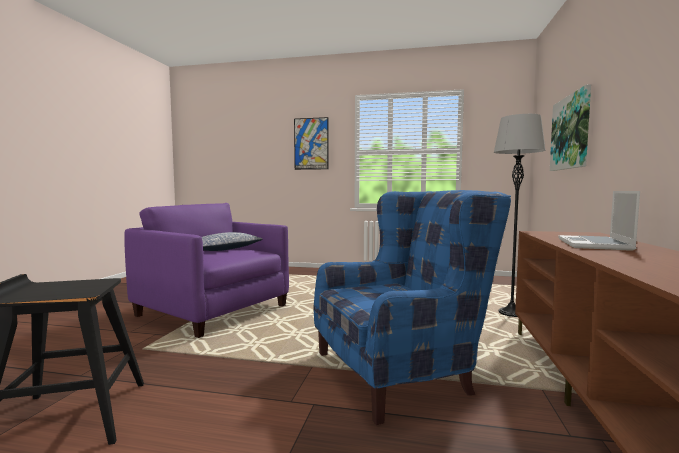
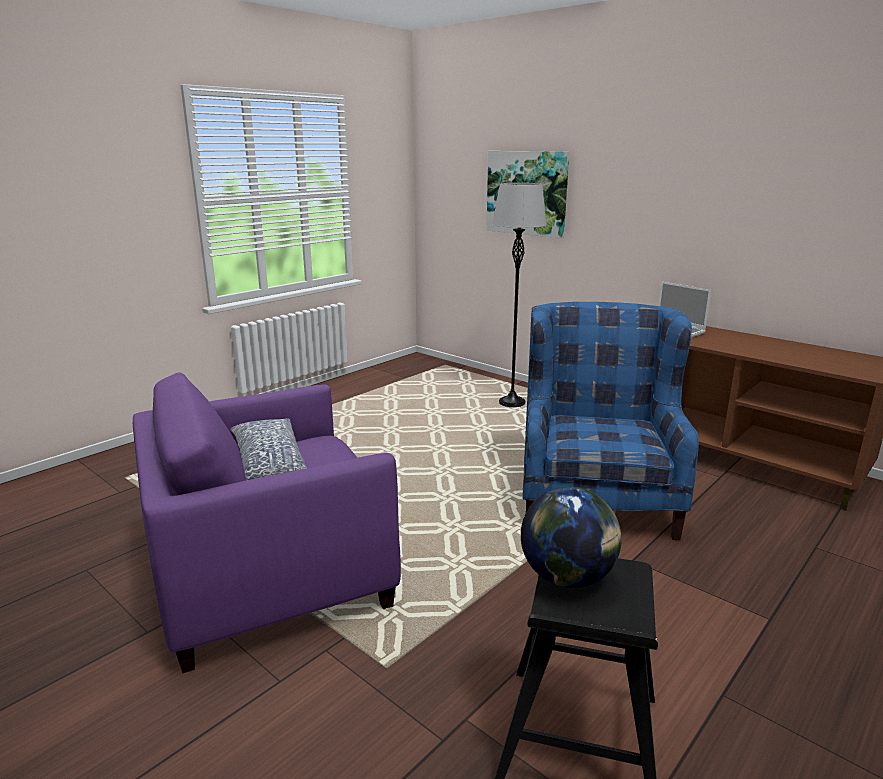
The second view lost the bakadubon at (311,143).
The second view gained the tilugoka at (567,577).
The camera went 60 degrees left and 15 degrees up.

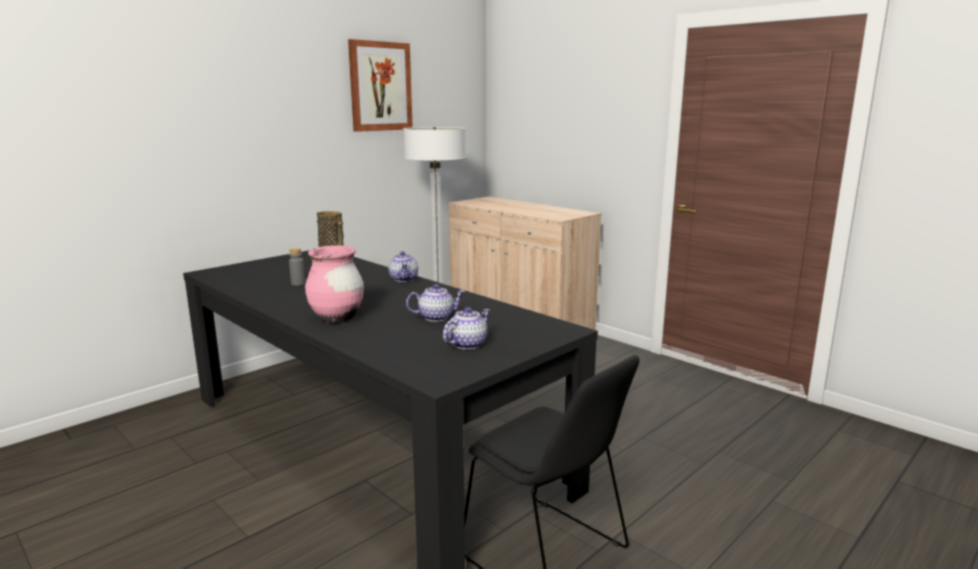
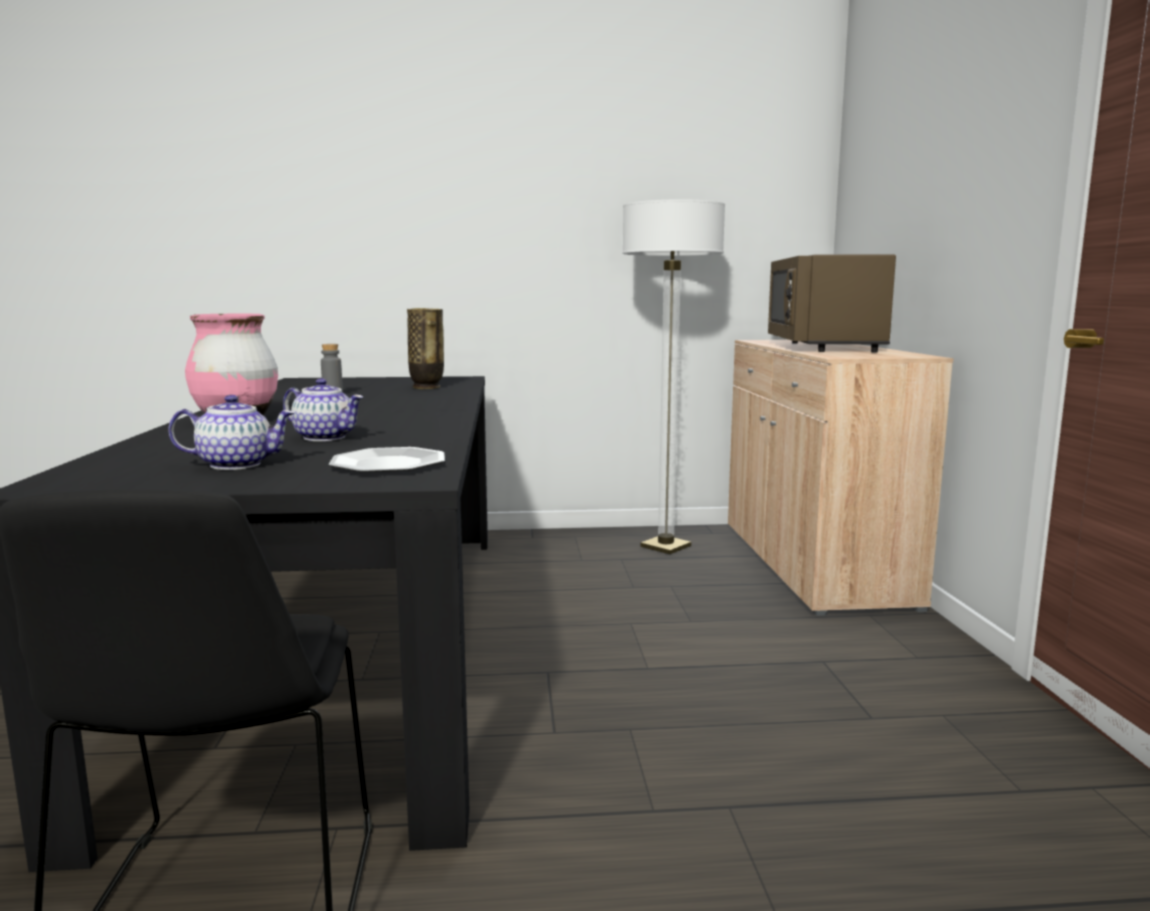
The second view lost the bakadubon at (380,86).
The second view lost the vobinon at (404,279).
The second view gained the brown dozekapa at (823,347).
The second view gained the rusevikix at (388,464).
The camera went 40 degrees right and 5 degrees down.

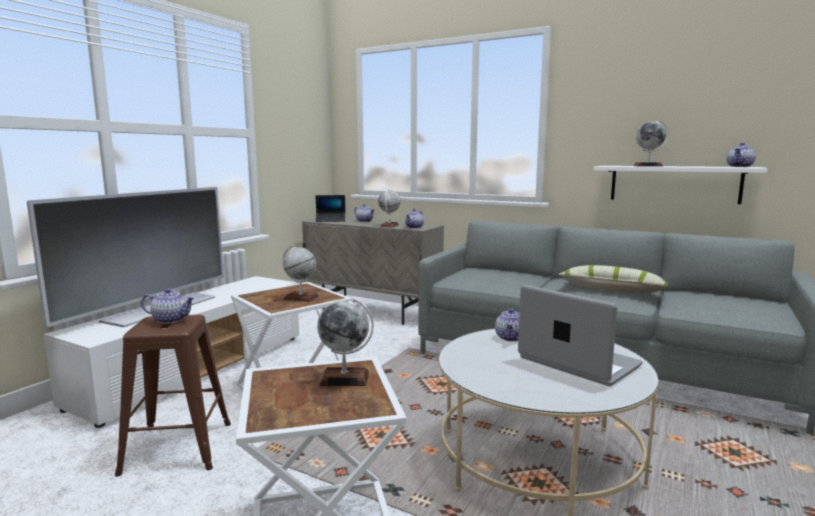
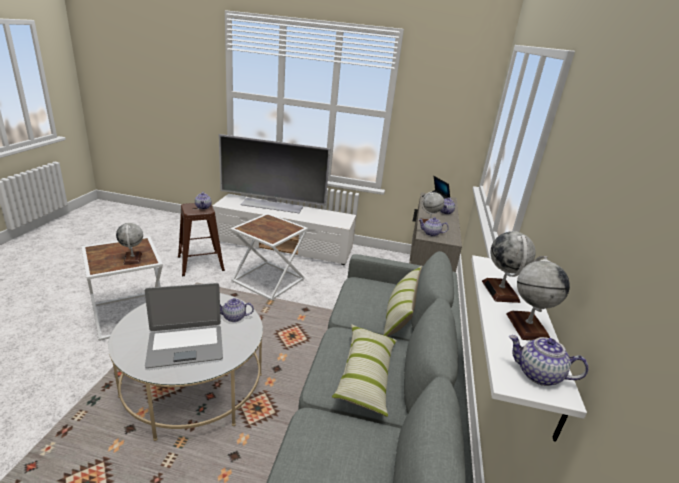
The tilugoka ended up elsewhere, having gone from (301,298) to (527,326).
The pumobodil at (578,362) ended up facing another way, 45 degrees clockwise from before.
The second view gained the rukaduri at (399,315).
The camera went 70 degrees right and 15 degrees up.

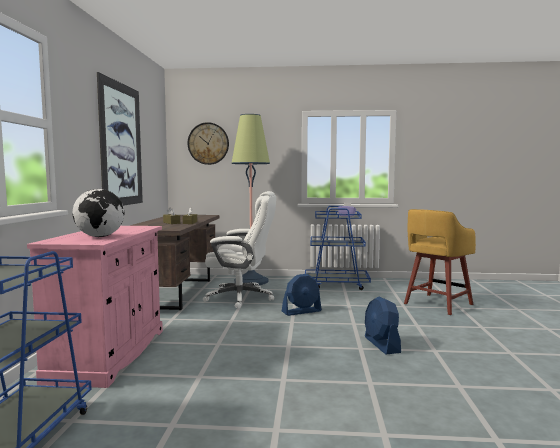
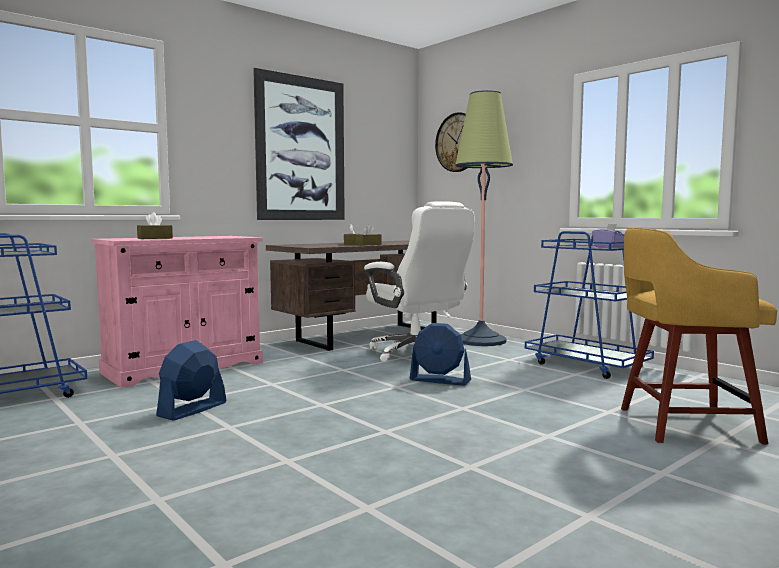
Where the tilugoka stood at (100,237), the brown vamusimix came to stand at (155,238).
The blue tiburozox ended up elsewhere, having gone from (382,345) to (192,409).
The camera went 45 degrees right and 0 degrees up.

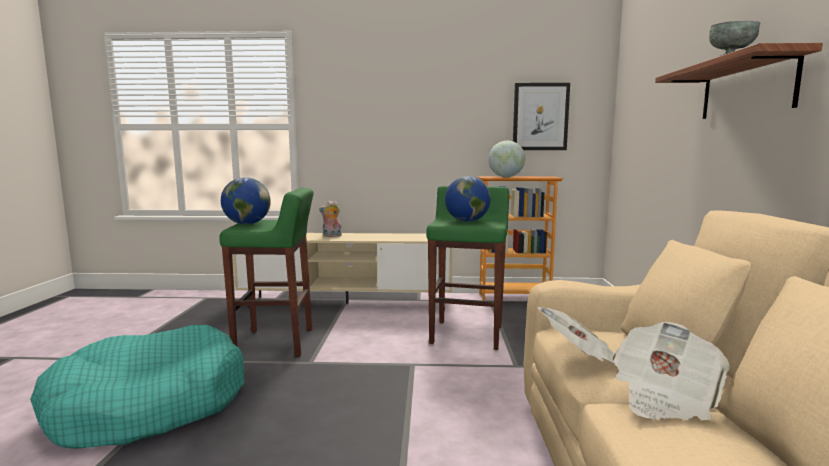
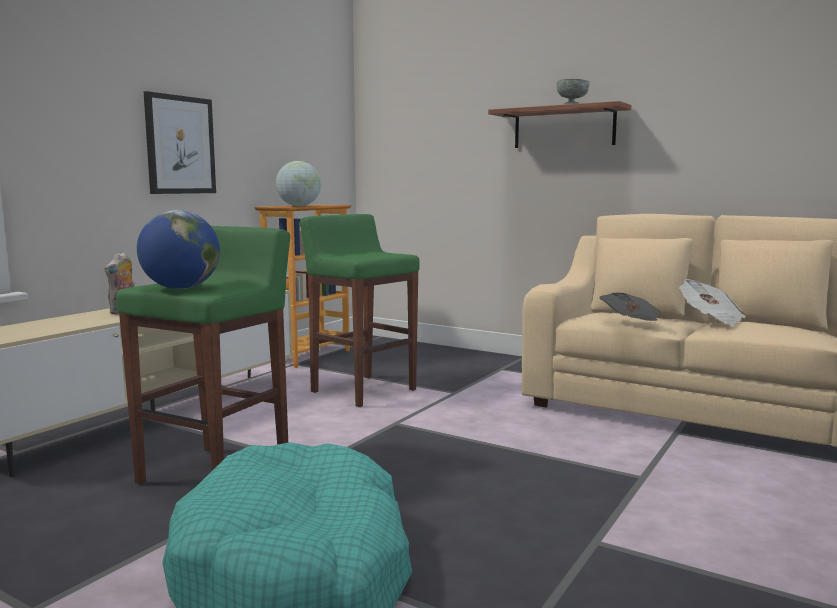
The bakadubon ended up elsewhere, having gone from (540,117) to (180,145).
The second view lost the tilugoka at (467,221).
The camera went 60 degrees left and 0 degrees up.

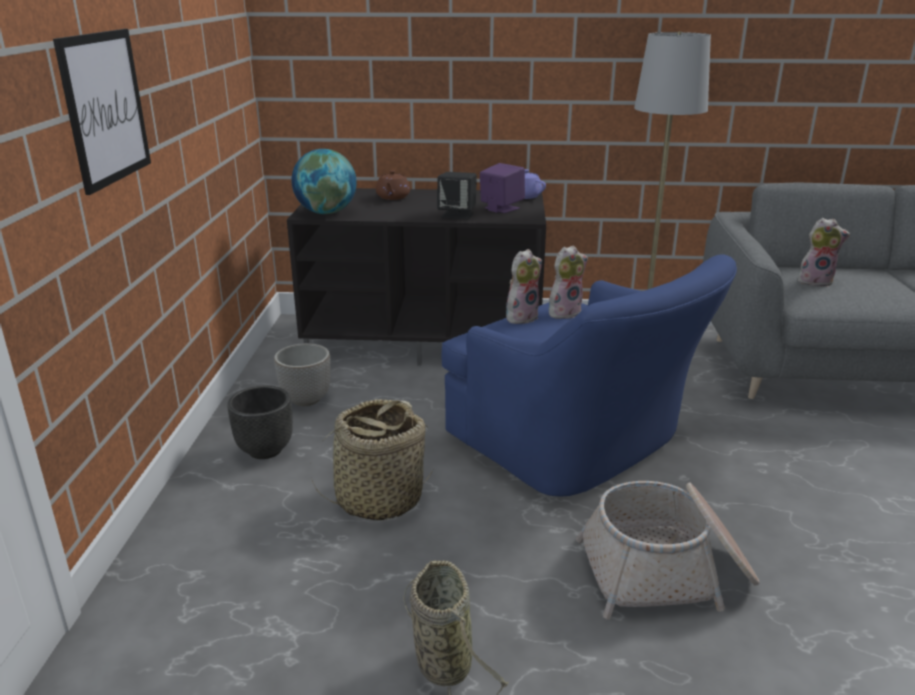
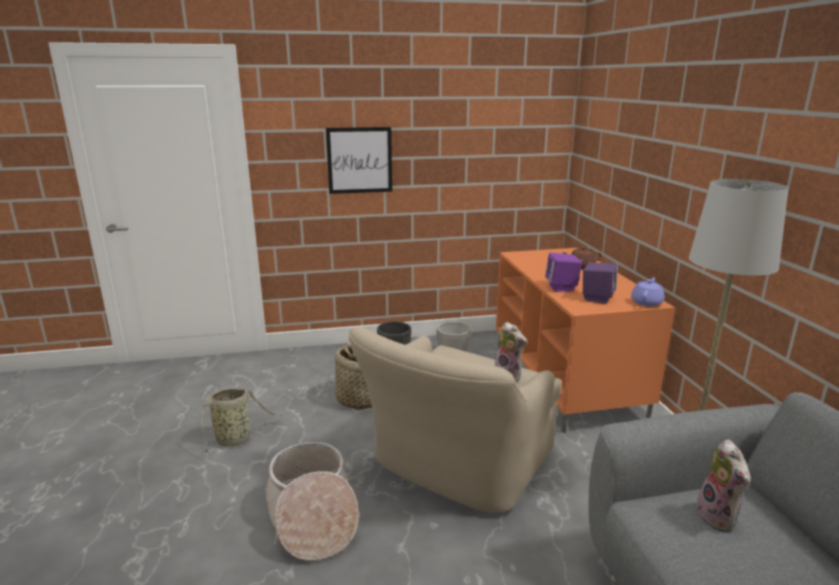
The second view lost the tilugoka at (326,212).
What was the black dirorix at (457,215) turned into the purple dirorix at (561,287).
What was the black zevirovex at (426,341) turned into the orange zevirovex at (566,380).
The second view lost the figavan at (521,317).
What was the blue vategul at (578,444) turned into the beige vategul at (456,465).
The camera went 75 degrees right and 5 degrees down.

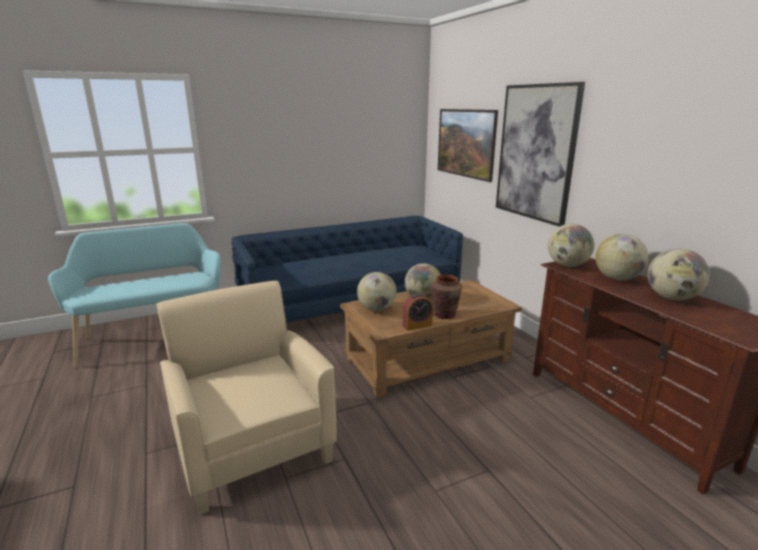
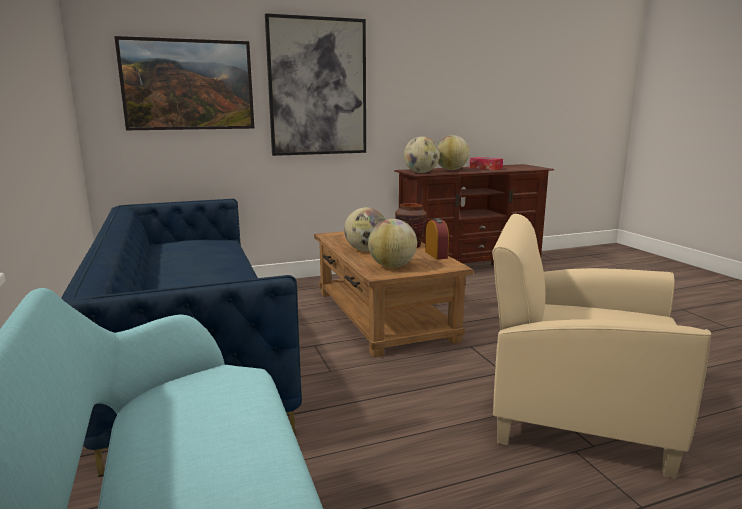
Where the tilugoka stood at (671,298), the vamusimix came to stand at (485,168).
The beige vategul at (252,446) ended up facing another way, 45 degrees clockwise from before.
The camera went 85 degrees left and 5 degrees down.

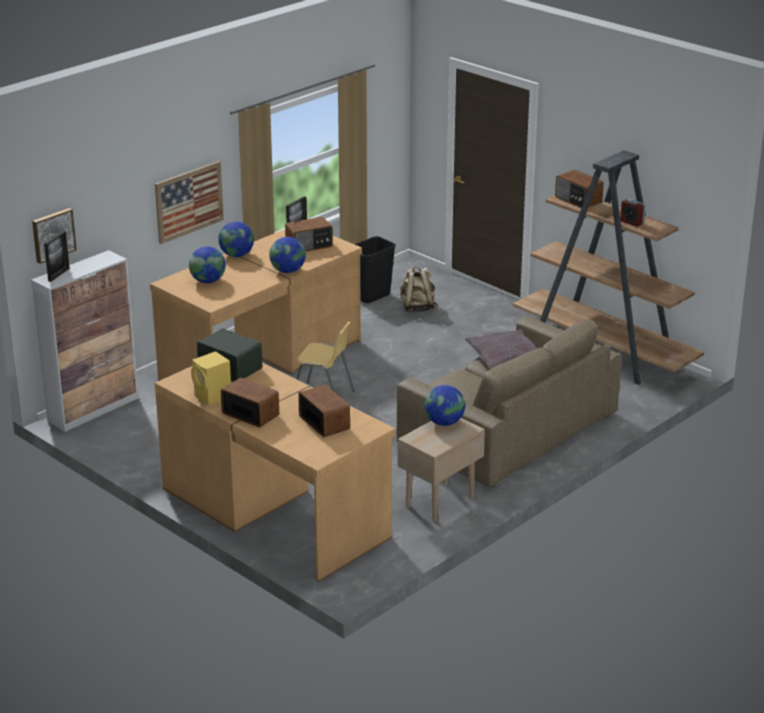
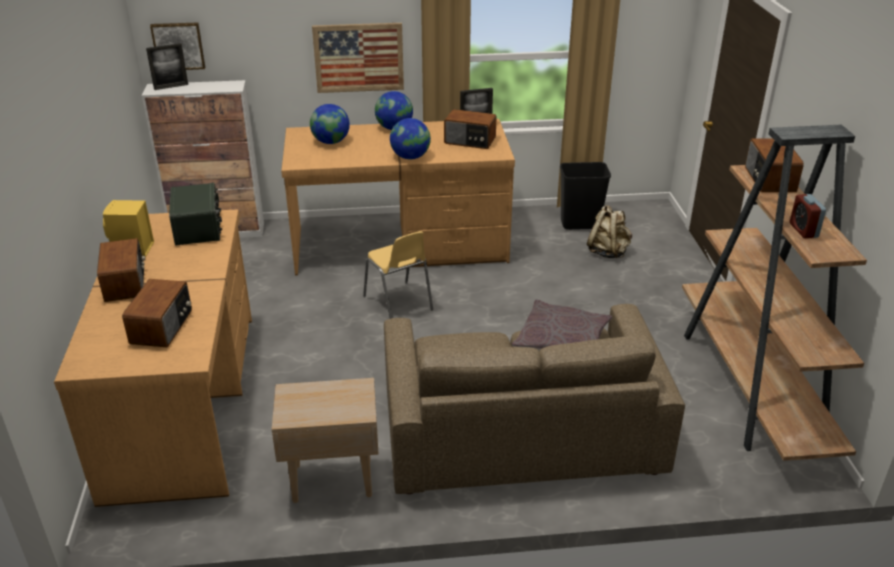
The second view lost the tilugoka at (444,422).
The camera went 40 degrees right and 5 degrees up.

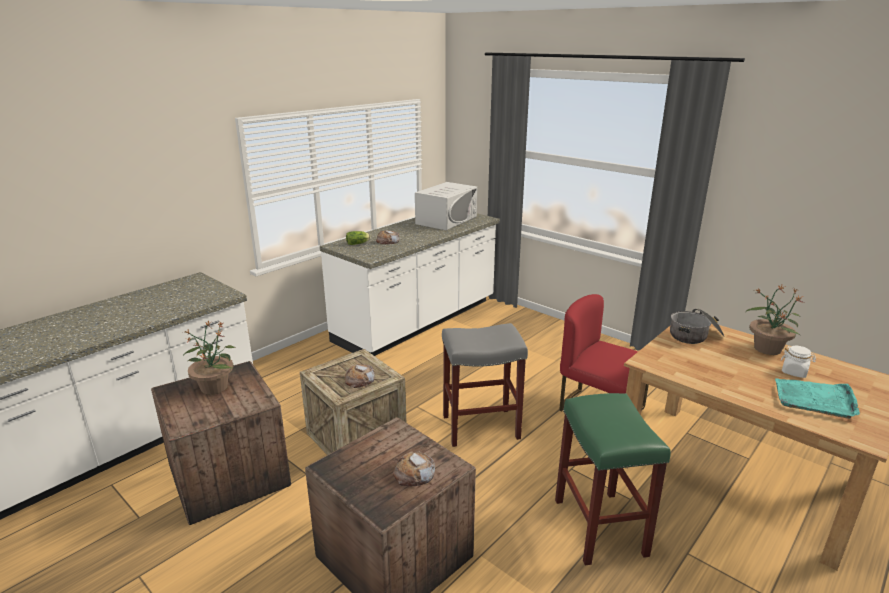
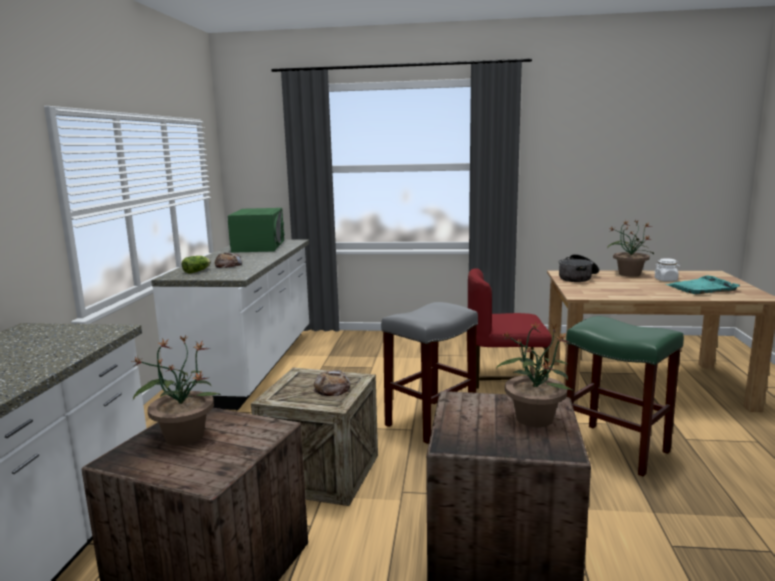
What was the white dozekapa at (446,220) turned into the green dozekapa at (259,246).
Where the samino stood at (414,473), the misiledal came to stand at (534,418).
The camera went 35 degrees left and 10 degrees down.

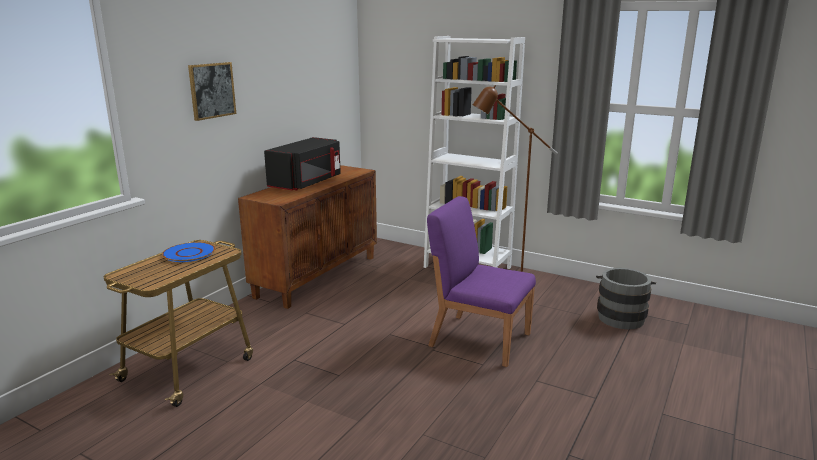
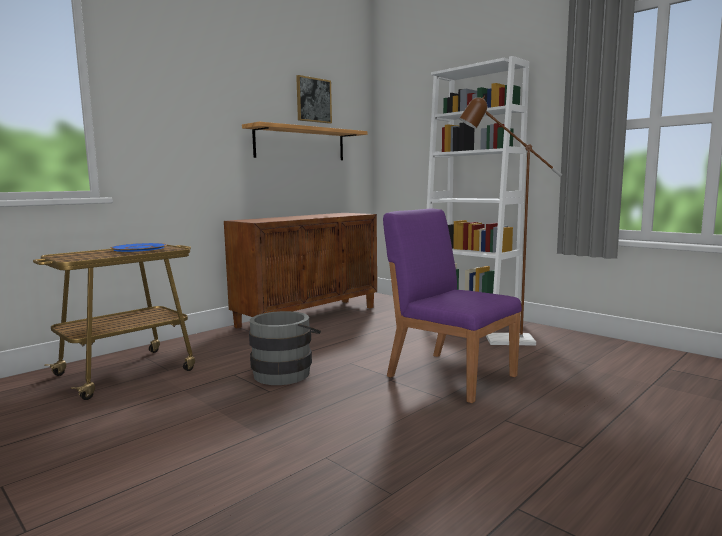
The bakadubon ended up elsewhere, having gone from (212,90) to (313,100).
The second view lost the black dozekapa at (307,183).
The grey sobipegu ended up elsewhere, having gone from (620,316) to (285,372).
The second view gained the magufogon at (300,144).
The camera went 15 degrees right and 10 degrees down.

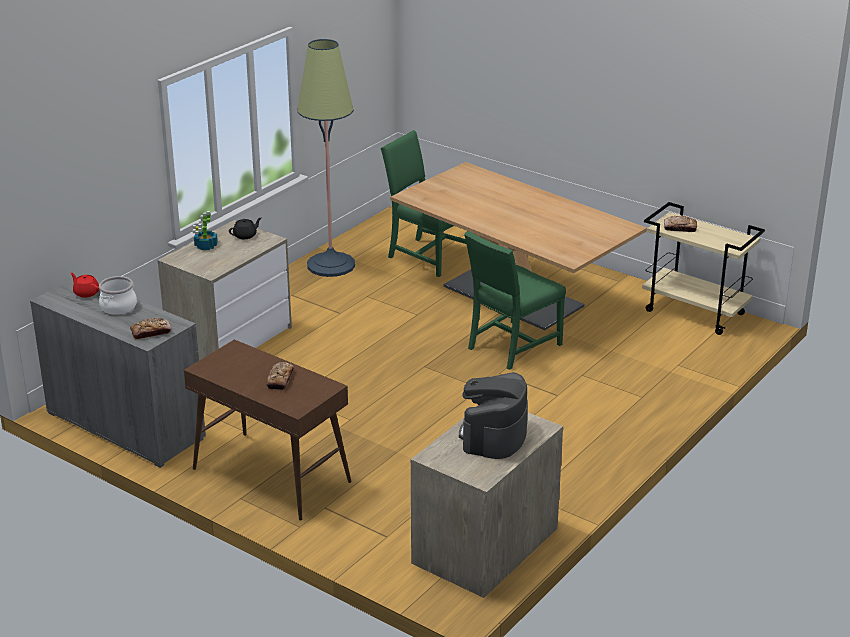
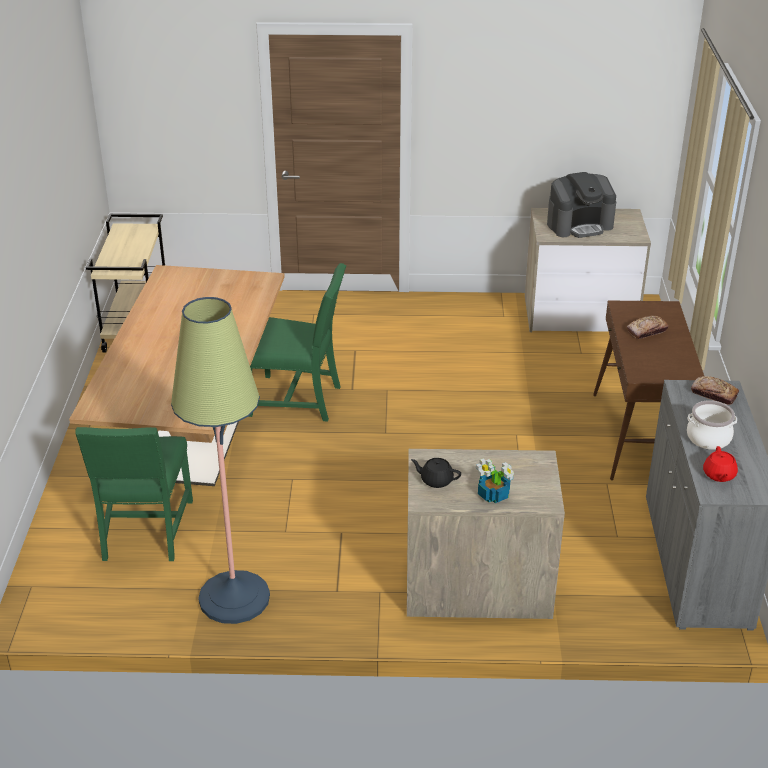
The second view lost the samino at (680,228).
The camera went 125 degrees left and 5 degrees up.

